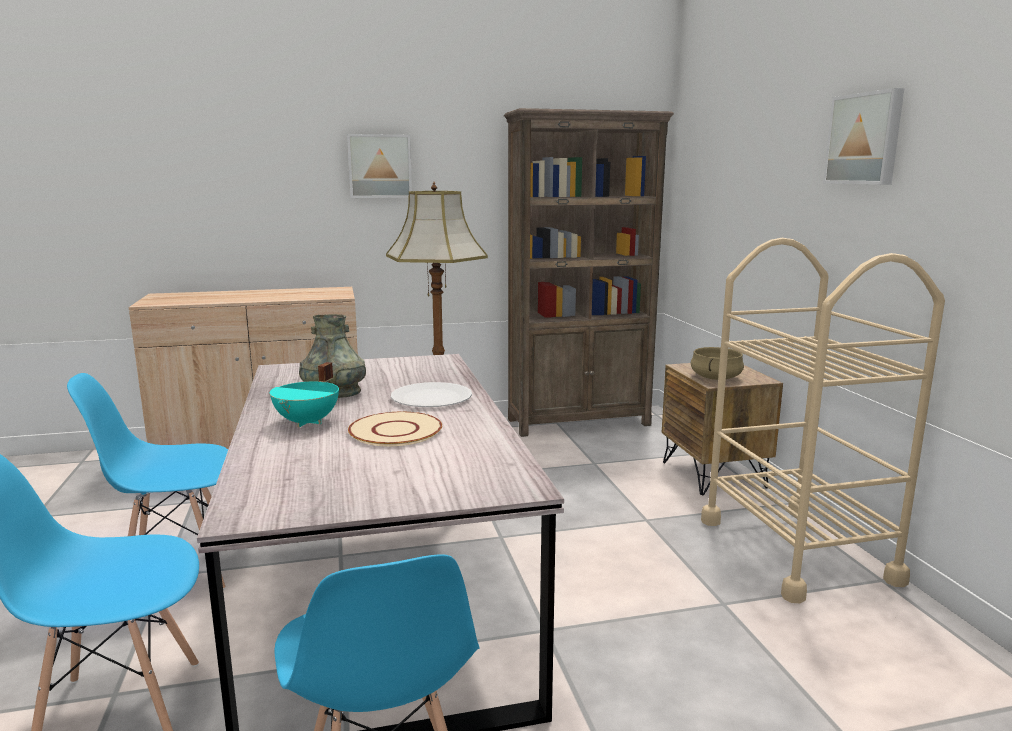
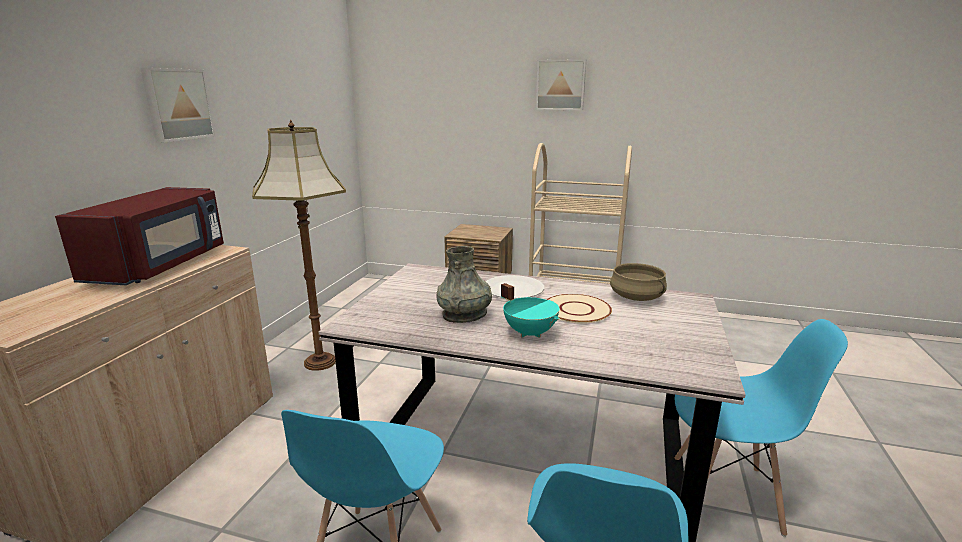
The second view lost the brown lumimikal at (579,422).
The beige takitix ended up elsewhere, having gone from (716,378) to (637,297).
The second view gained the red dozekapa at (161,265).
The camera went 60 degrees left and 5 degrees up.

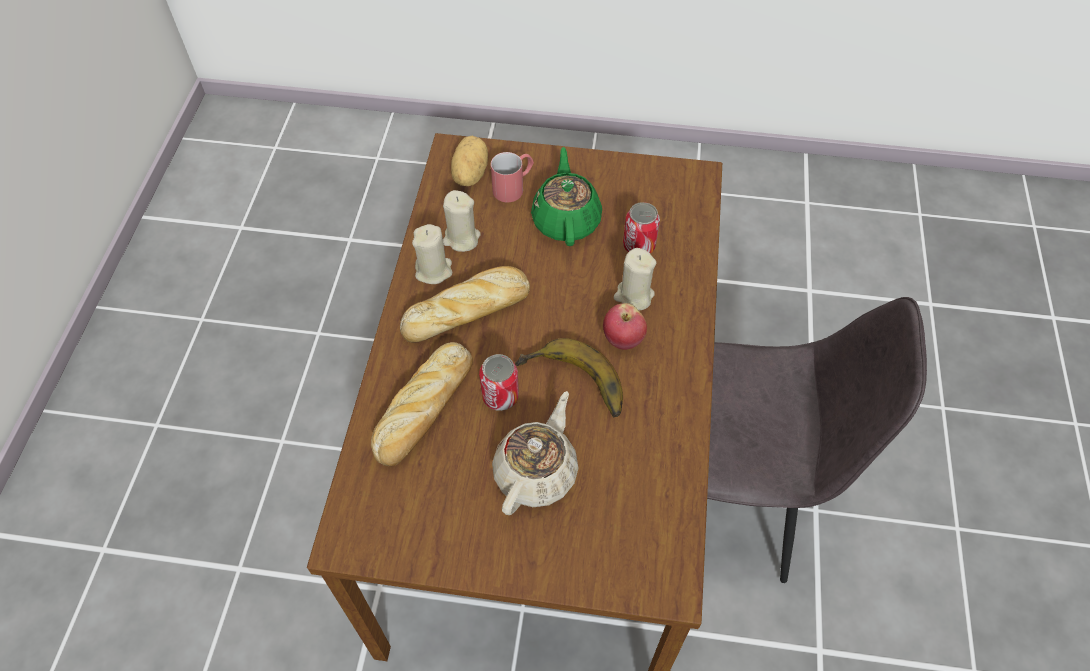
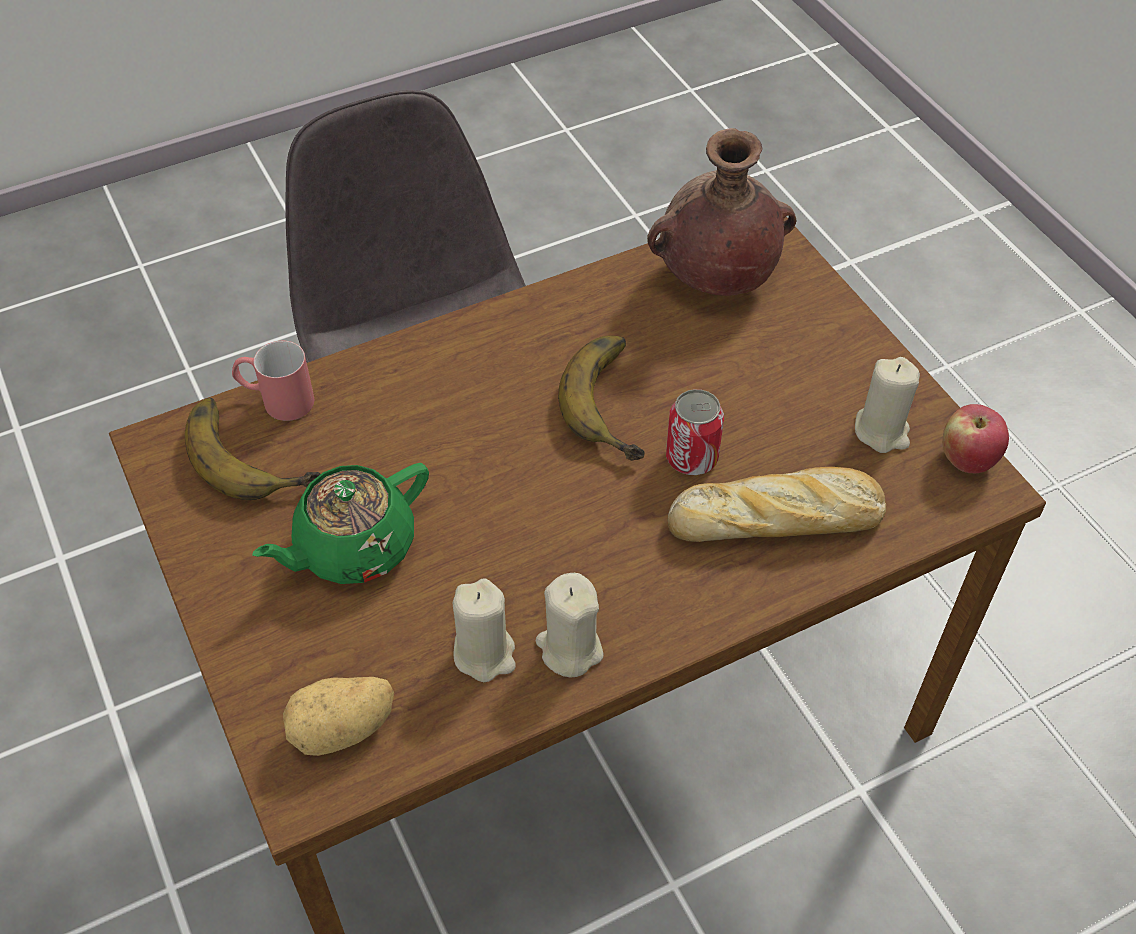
The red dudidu ended up elsewhere, having gone from (514,187) to (276,400).
The second view lost the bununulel at (639,245).
The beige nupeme ended up elsewhere, having gone from (633,296) to (882,431).
The second view lost the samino at (469,310).
The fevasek ended up elsewhere, having gone from (623,339) to (967,460).
The second view lost the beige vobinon at (536,472).
The second view gained the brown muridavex at (715,279).
The second view gained the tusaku at (253,451).
The camera went 125 degrees left and 5 degrees down.

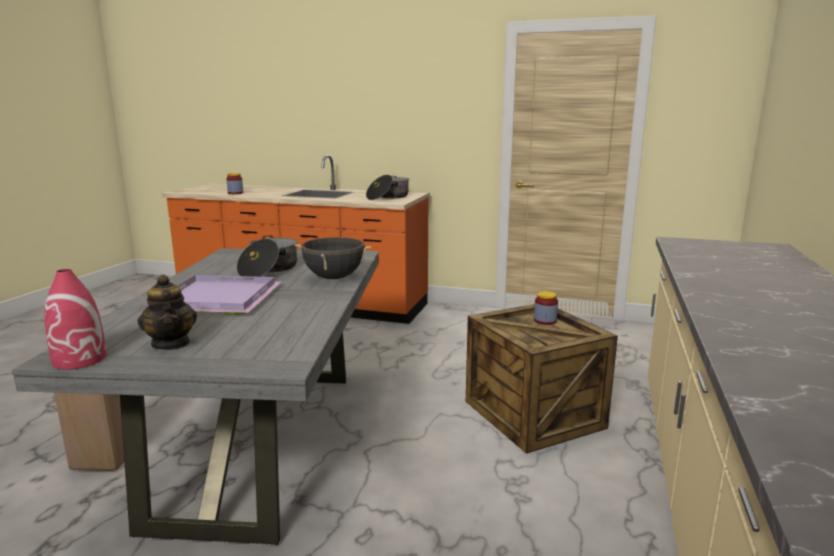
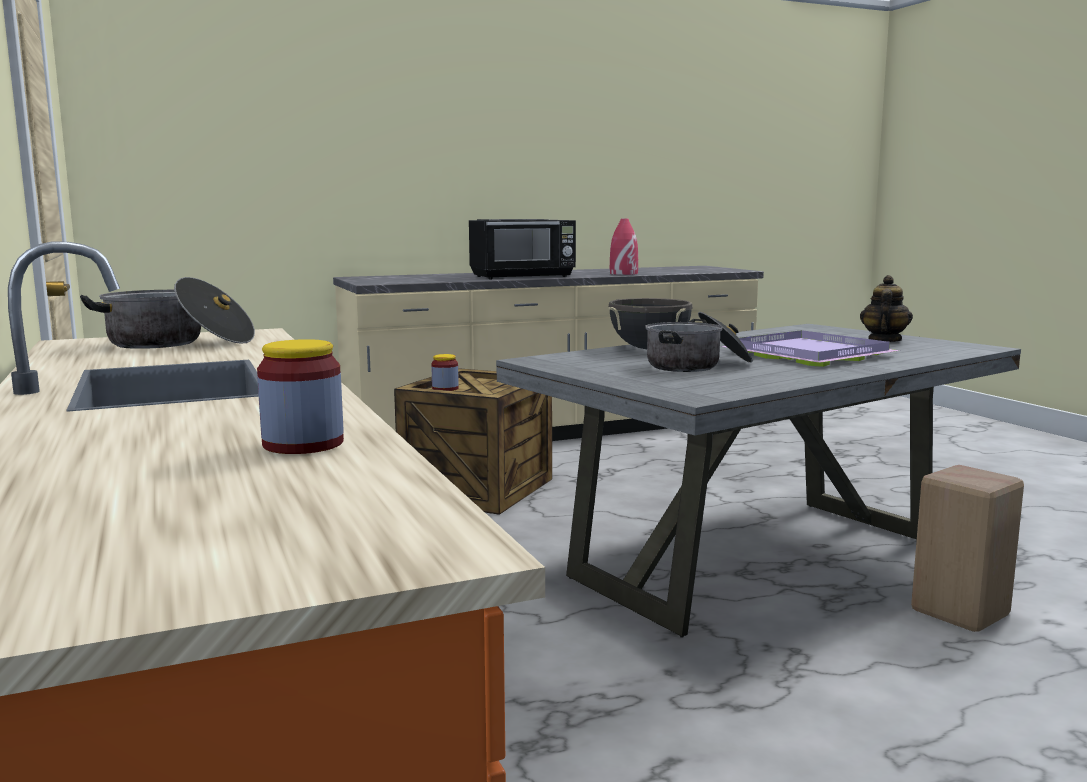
The red muridavex ended up elsewhere, having gone from (80,359) to (623,273).
The second view gained the black dozekapa at (523,276).
The camera went 130 degrees left and 5 degrees down.

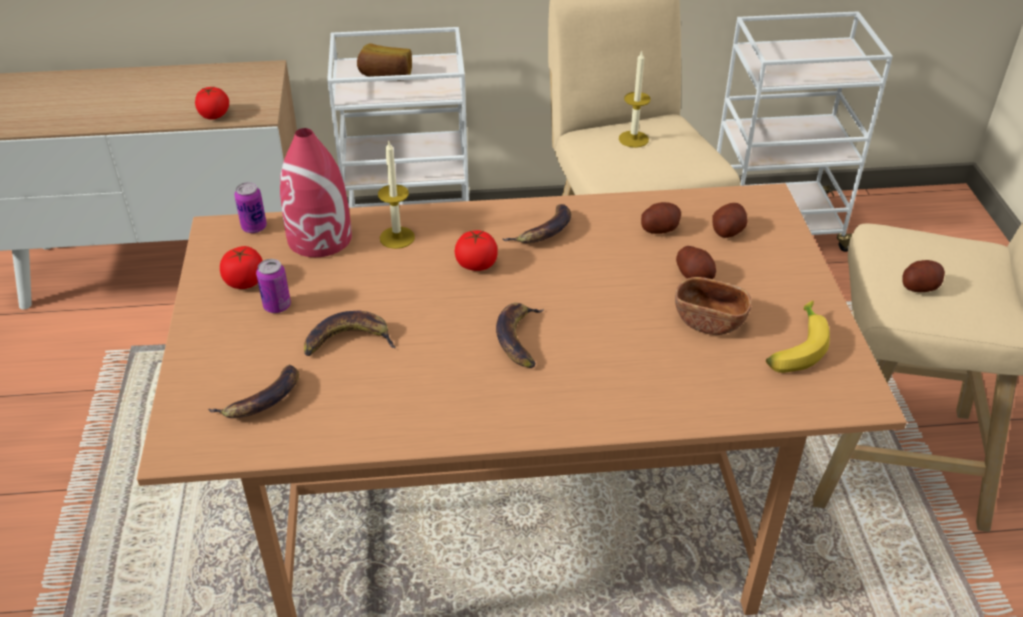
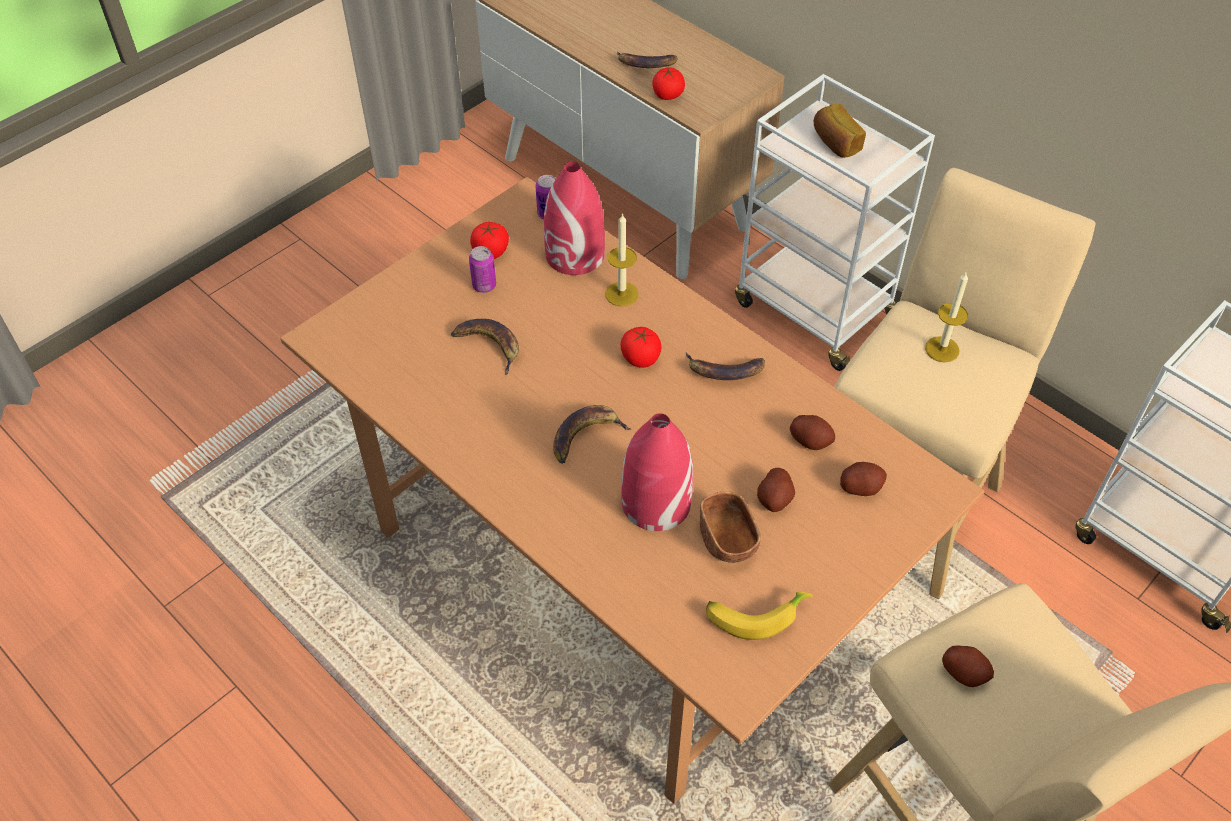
The tusaku ended up elsewhere, having gone from (262,400) to (645,64).
The second view gained the red muridavex at (655,503).
The camera went 50 degrees right and 10 degrees up.

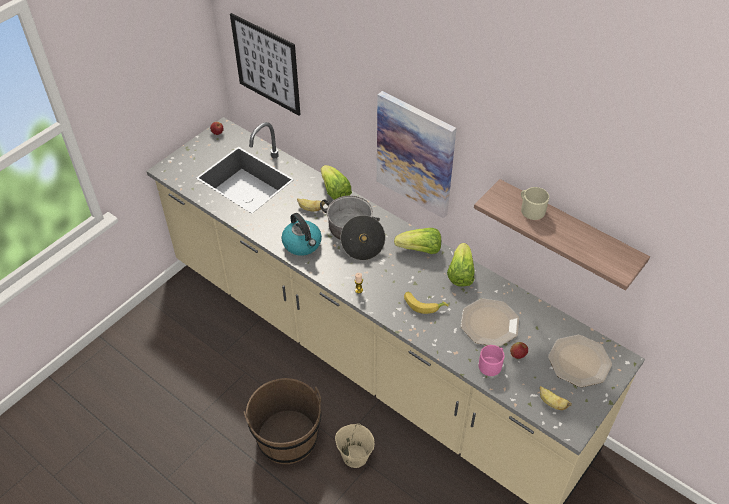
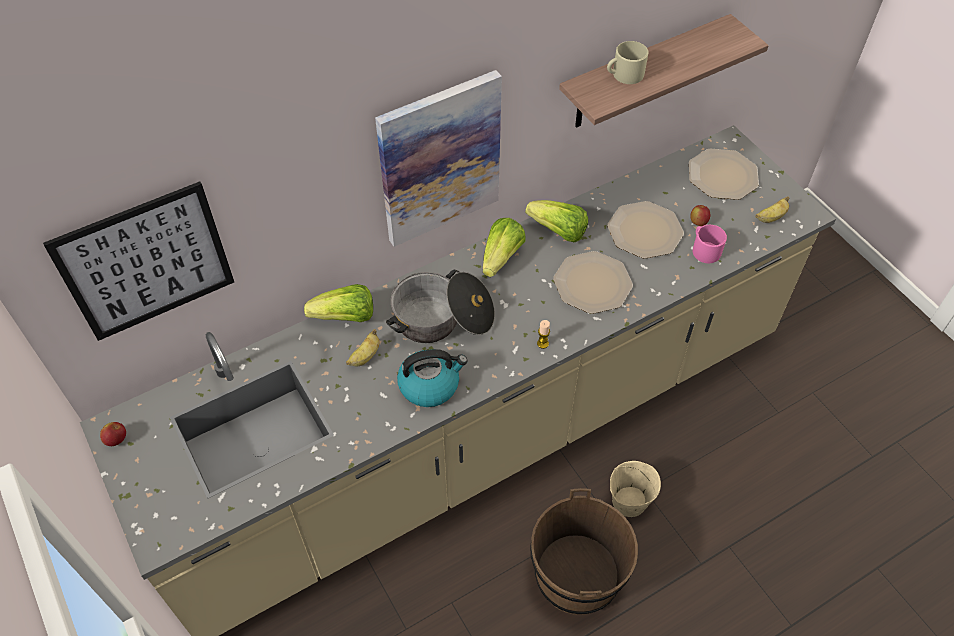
Where the tusaku stood at (423,304), the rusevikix came to stand at (593,283).
The camera went 70 degrees left and 5 degrees up.

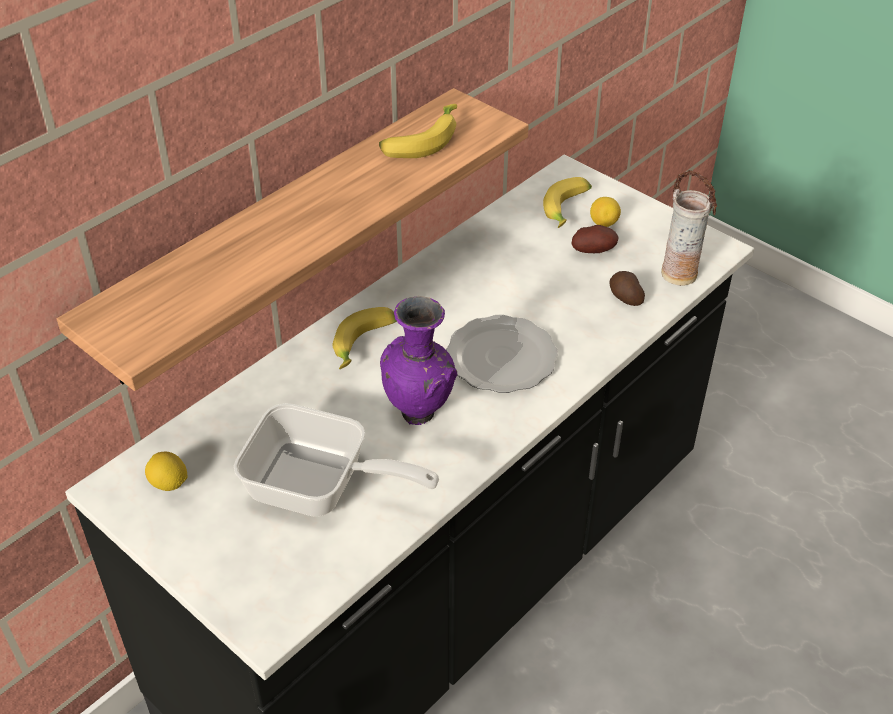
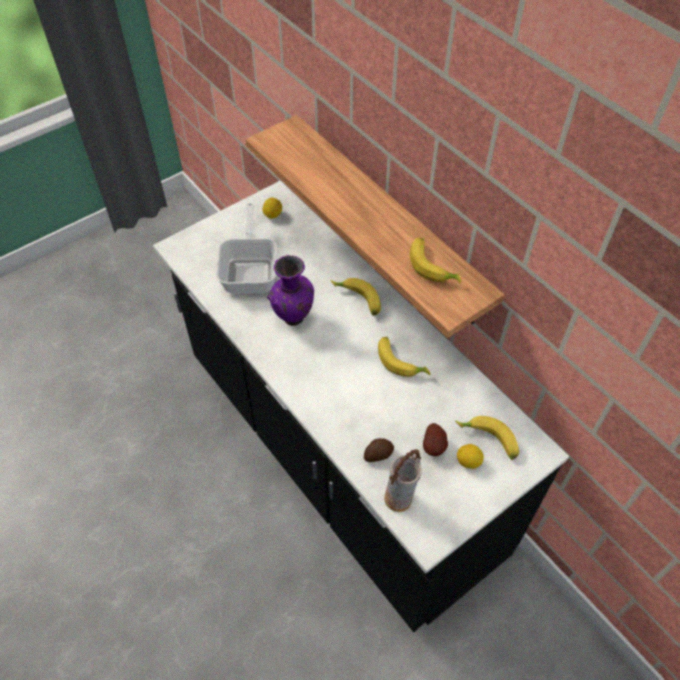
The second view lost the rusevikix at (501,356).
The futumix at (320,488) ended up facing another way, 150 degrees clockwise from before.
The second view gained the tusaku at (401,361).
The camera went 100 degrees right and 10 degrees up.

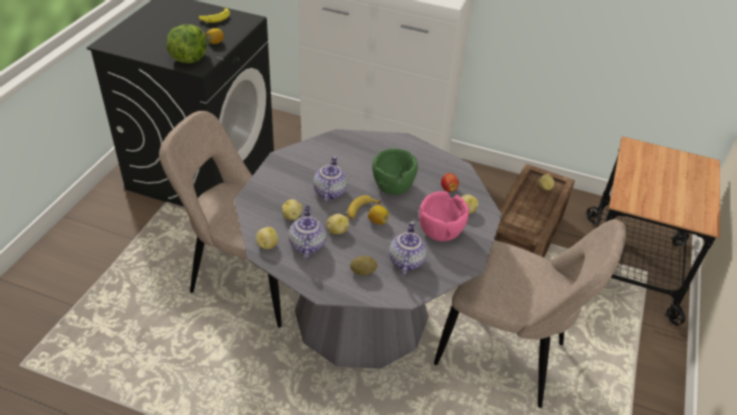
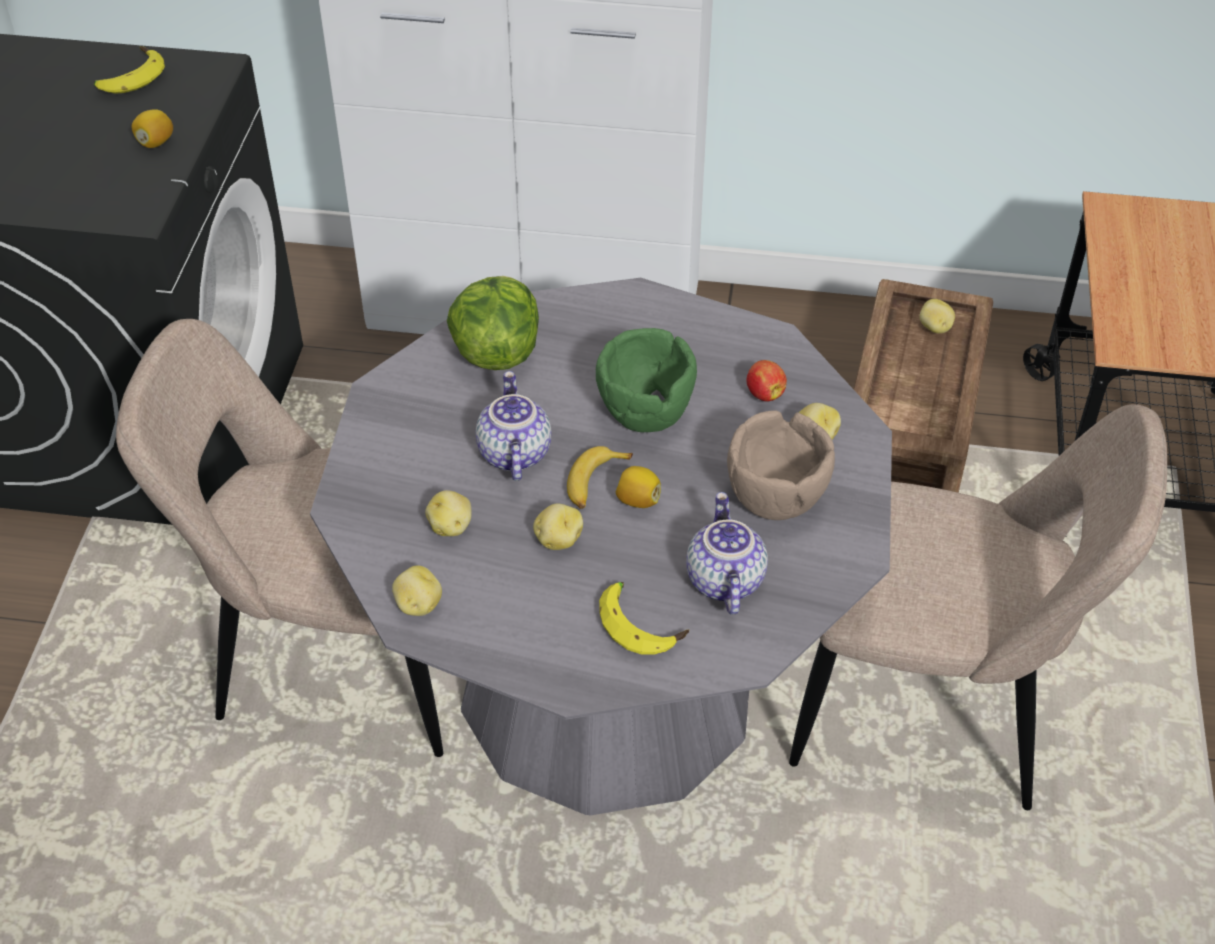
The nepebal ended up elsewhere, having gone from (189,58) to (496,351).
What was the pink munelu at (440,231) turned into the brown munelu at (775,497).
The second view lost the vobinon at (306,245).
Where the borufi stood at (363,272), the tusaku came to stand at (641,623).
The camera went 10 degrees left and 5 degrees up.

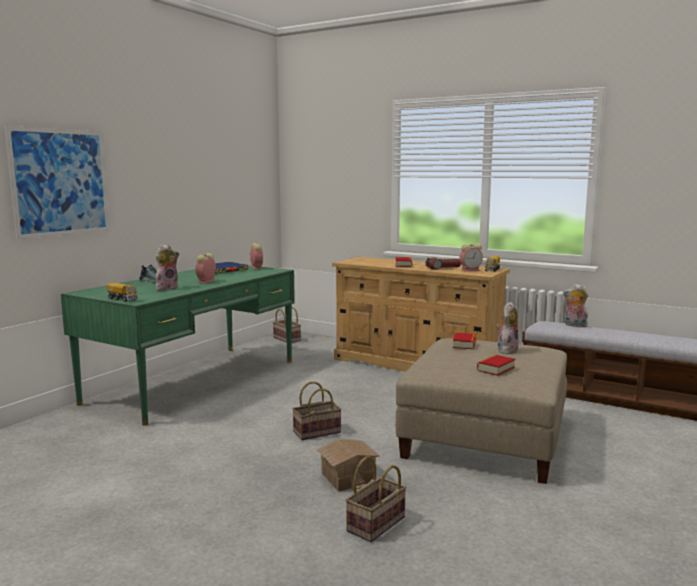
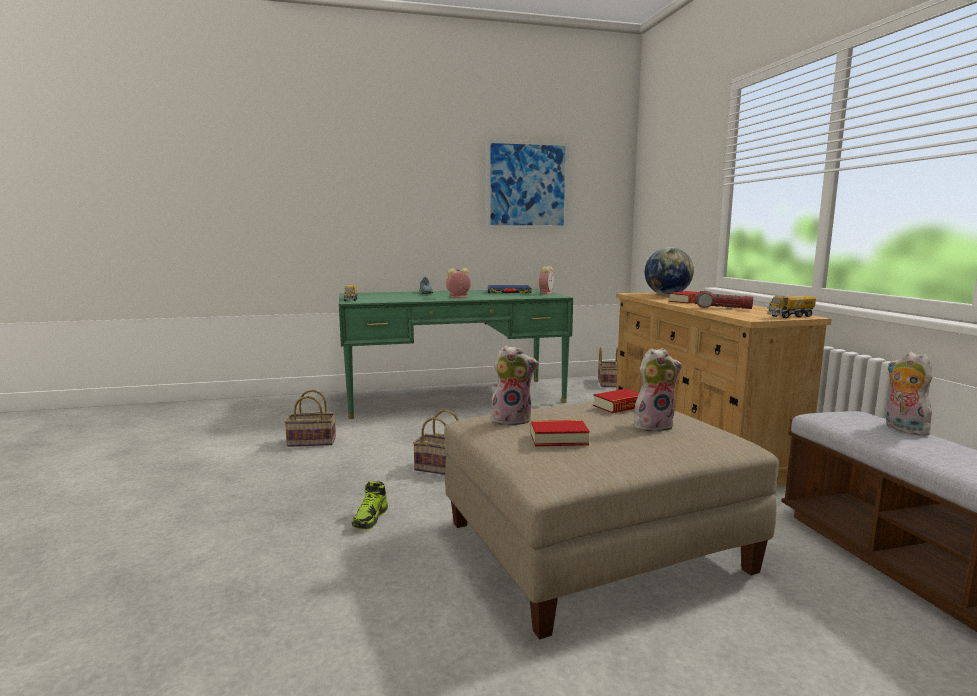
The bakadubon ended up elsewhere, having gone from (60,182) to (527,185).
The second view lost the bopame at (471,270).
The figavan ended up elsewhere, having gone from (167,288) to (512,420).
Where the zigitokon stood at (349,477), the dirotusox came to stand at (370,518).
The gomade ended up elsewhere, having gone from (376,525) to (310,442).
The second view gained the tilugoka at (667,295).
The camera went 45 degrees right and 0 degrees up.

